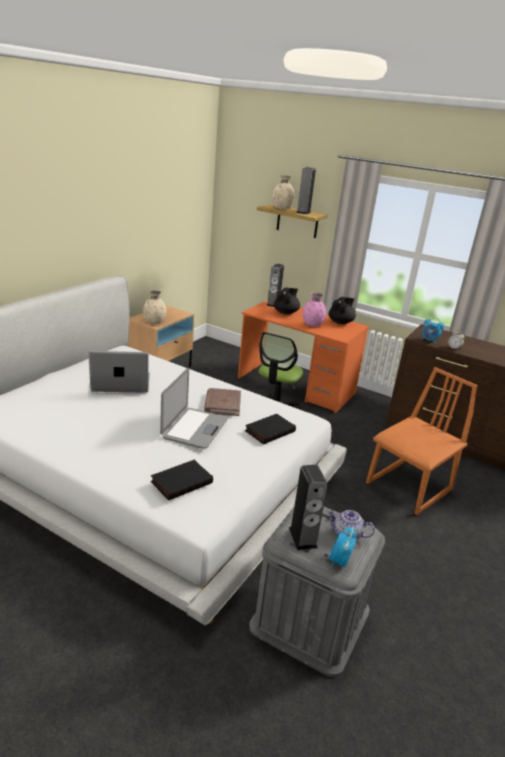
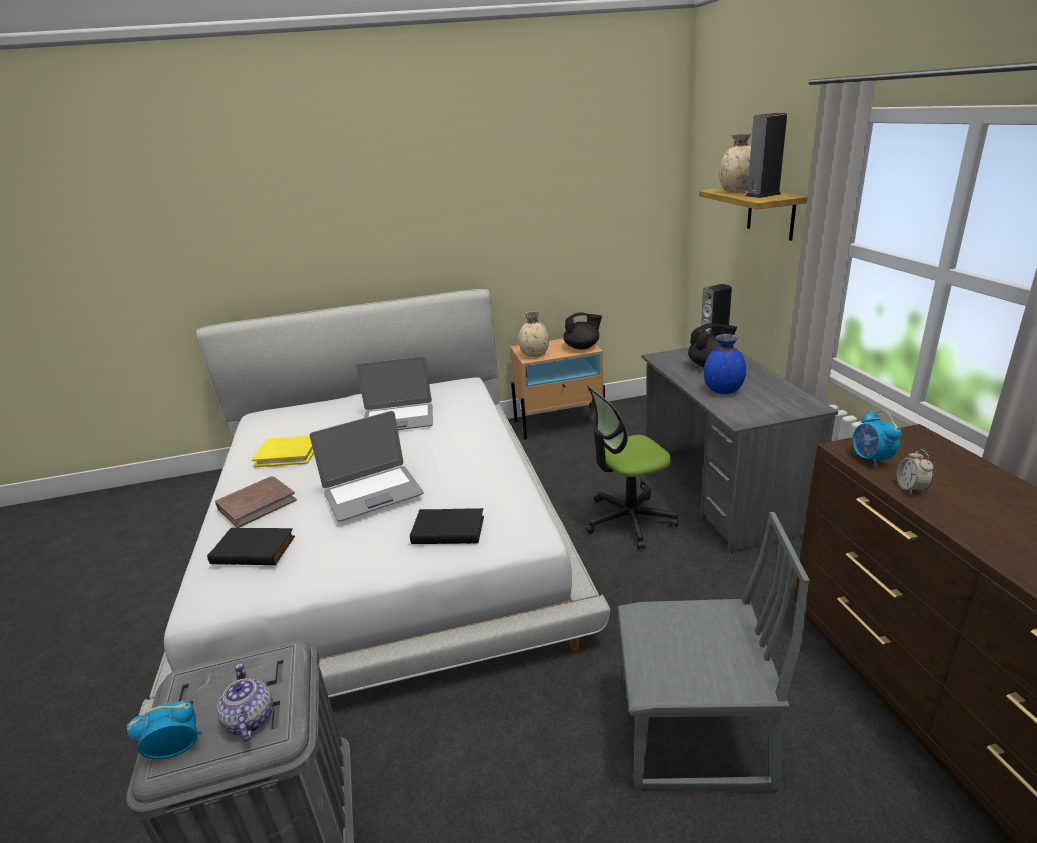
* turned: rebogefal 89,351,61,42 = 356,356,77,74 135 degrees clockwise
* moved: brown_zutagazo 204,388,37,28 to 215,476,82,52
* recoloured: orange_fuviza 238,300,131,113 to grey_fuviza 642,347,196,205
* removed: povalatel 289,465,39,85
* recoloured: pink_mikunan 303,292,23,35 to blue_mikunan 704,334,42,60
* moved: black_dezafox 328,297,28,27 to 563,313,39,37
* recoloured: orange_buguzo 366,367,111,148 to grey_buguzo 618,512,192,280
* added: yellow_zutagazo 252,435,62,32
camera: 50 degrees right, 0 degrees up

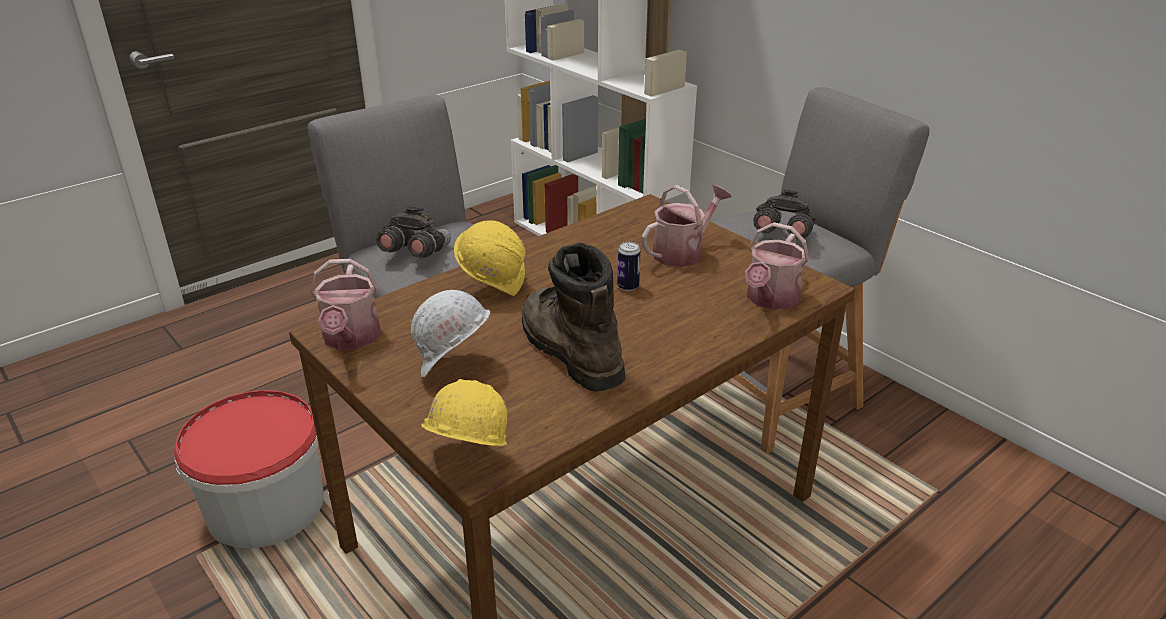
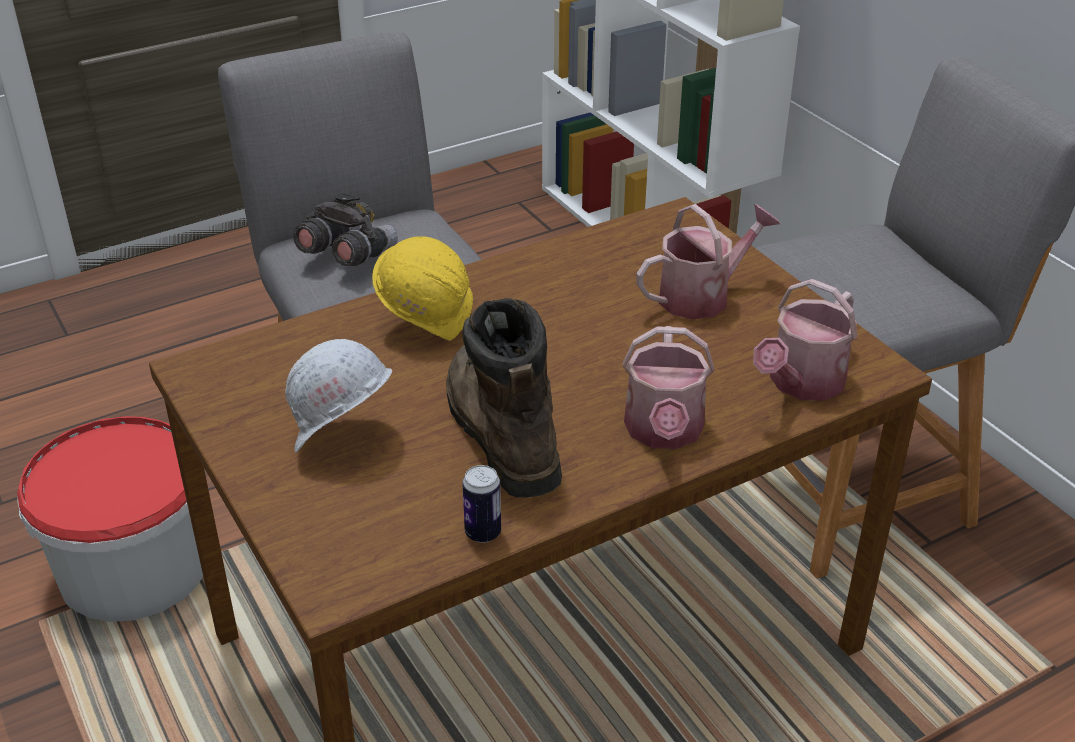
* moved: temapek 311,259,70,91 to 623,326,91,123
* removed: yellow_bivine 421,379,86,67
* moved: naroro 617,242,24,49 to 462,465,39,78
* removed: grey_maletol 753,189,64,50
camera: 10 degrees right, 5 degrees up

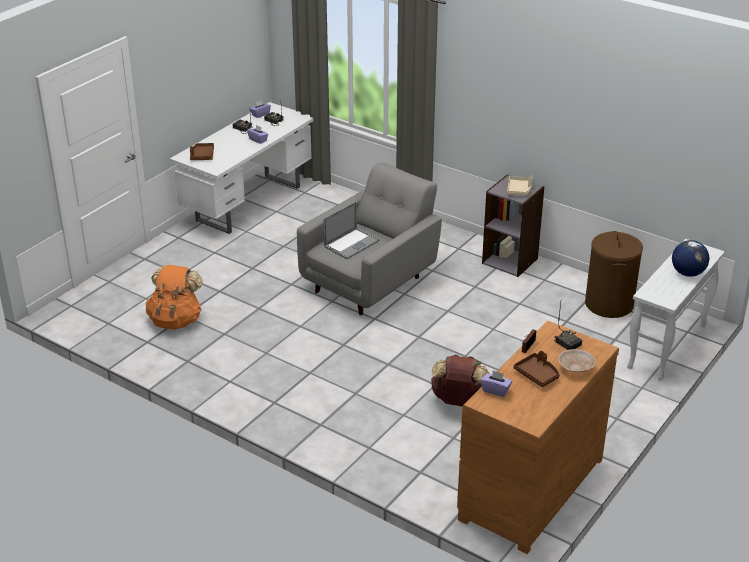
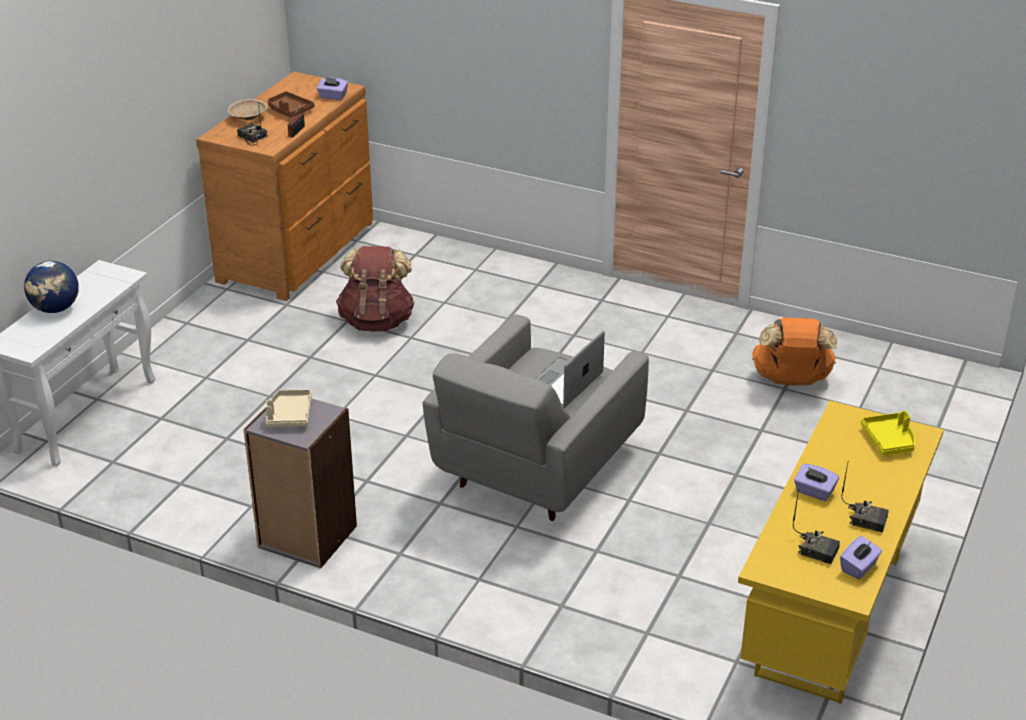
* recoloured: white_fuviza 170,102,143,132 to yellow_fuviza 738,401,206,303
* recoloured: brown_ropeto 190,143,24,17 to yellow_ropeto 861,411,54,44
* removed: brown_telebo 585,231,58,87
camera: 170 degrees right, 0 degrees up

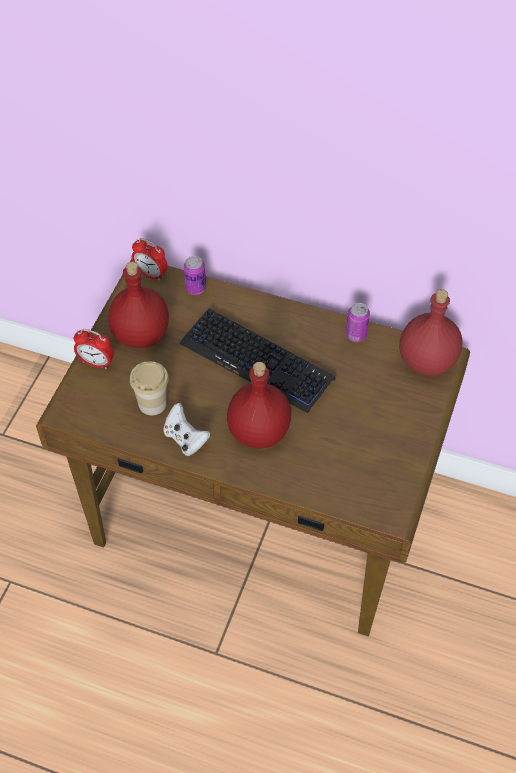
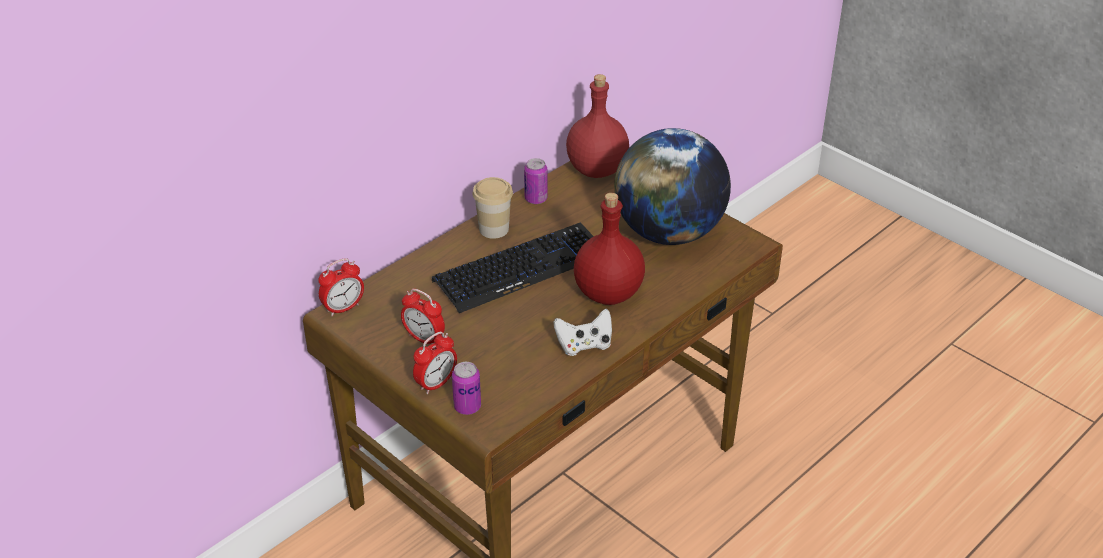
* replaced: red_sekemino 108,262,61,86 to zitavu 401,289,44,55
* moved: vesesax 130,361,39,54 to 473,177,40,62
* moved: naroro 184,256,22,39 to 452,362,29,53
* added: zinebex 614,128,117,117
camera: 65 degrees left, 15 degrees down

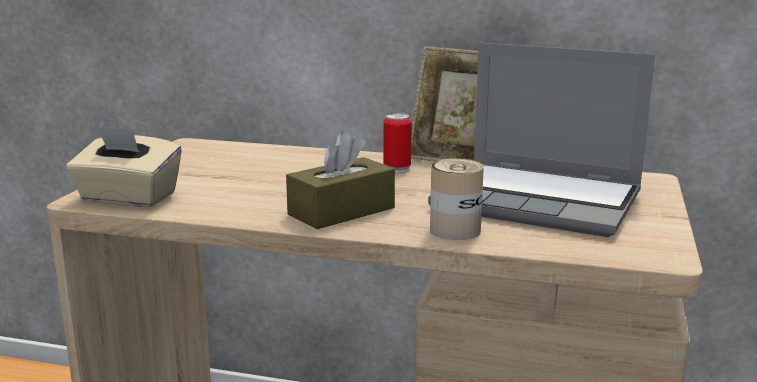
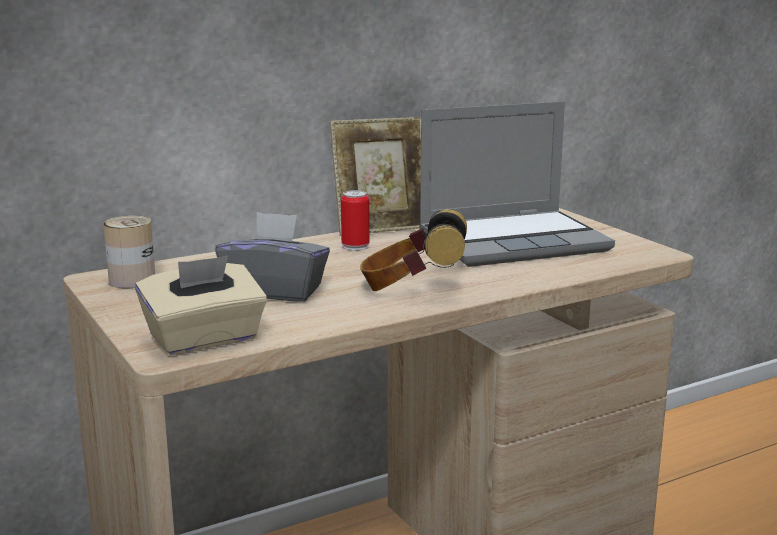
* replaced: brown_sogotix 286,131,109,98 to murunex 360,209,107,82
* moved: naroro 430,159,54,81 to 103,216,52,72
* added: grey_sogotix 215,212,115,89
camera: 45 degrees left, 0 degrees up

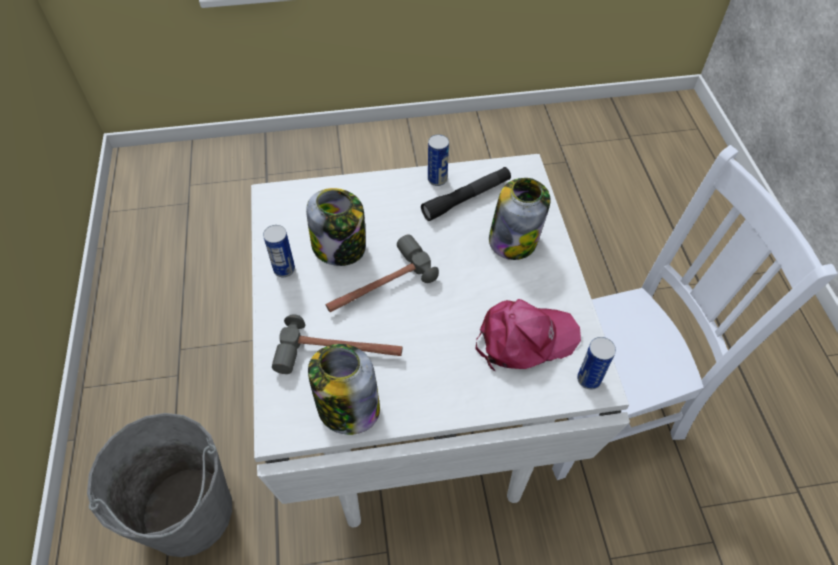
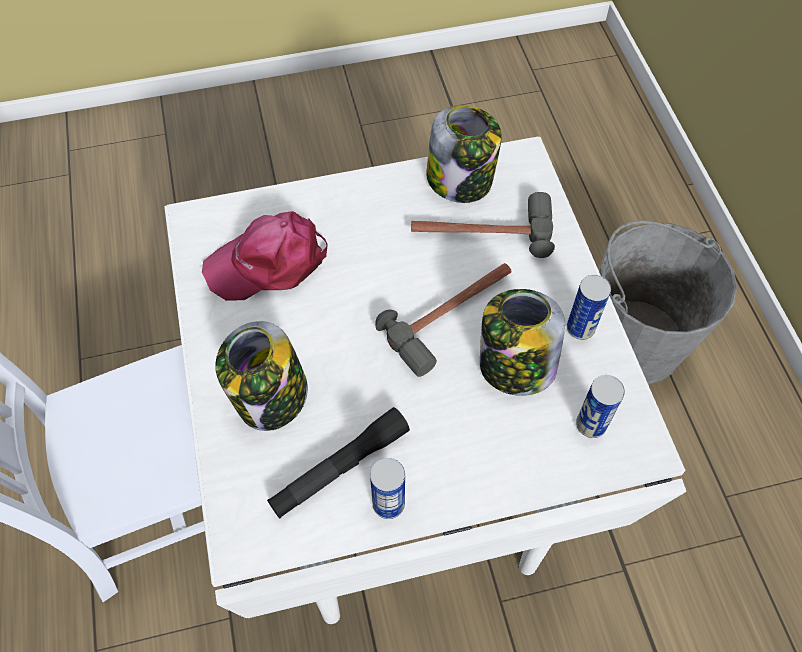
* moved: naroro 577,337,39,53 to 576,375,49,63
camera: 175 degrees right, 5 degrees up

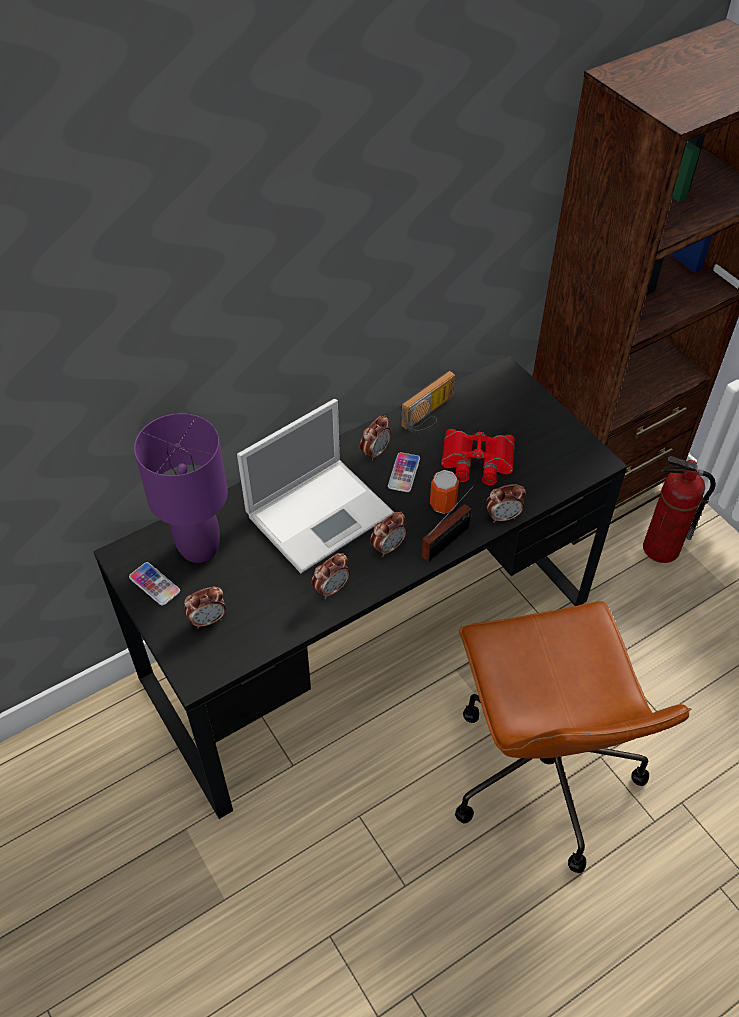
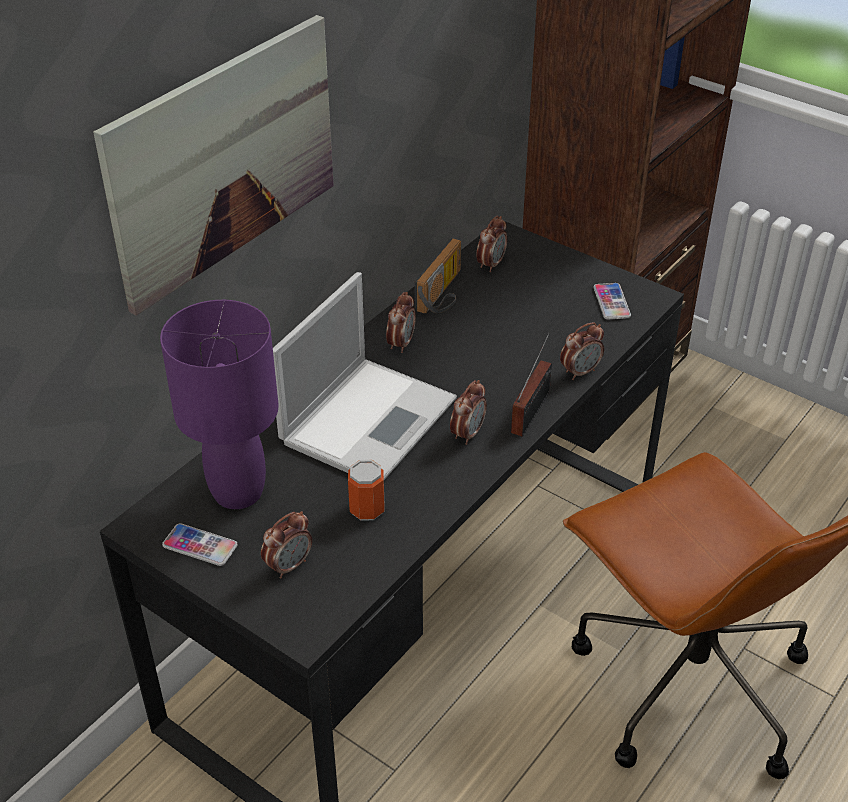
* moved: zitavu 312,553,38,46 to 477,215,30,57
* moved: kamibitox 388,452,32,40 to 594,283,37,37
* moved: naroro 430,470,29,44 to 348,460,36,61
* removed: red_maletol 441,429,74,56
* removed: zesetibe 643,456,73,107
* added: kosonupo 93,15,241,301
camera: 20 degrees left, 10 degrees down

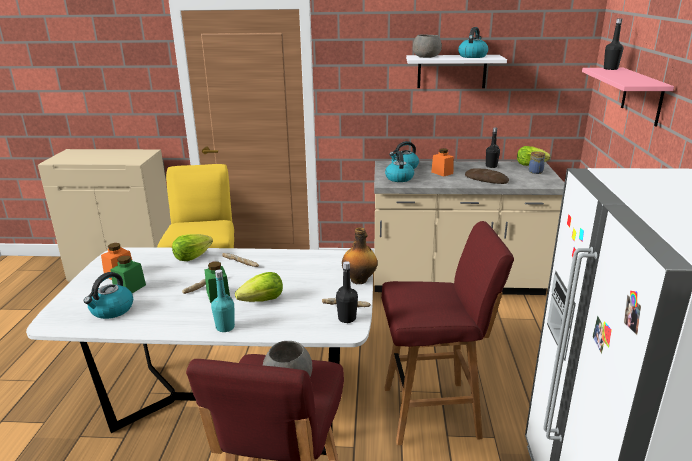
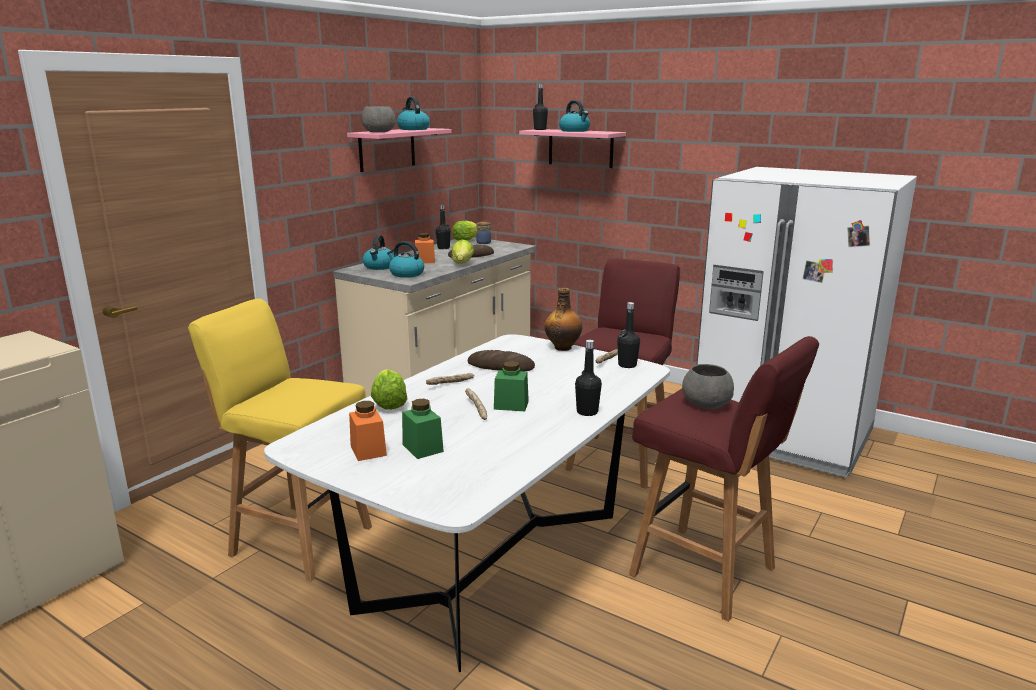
* moved: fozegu 84,272,49,47 to 559,100,31,32
* recoloured: turquoise_sekemino 211,269,24,63 to black_sekemino 575,340,27,76
* moved: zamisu 235,272,48,30 to 451,239,23,25
* recoloured: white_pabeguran 406,55,101,33 to pink_pabeguran 347,128,105,44
* added: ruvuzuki 468,350,67,21
camera: 60 degrees left, 5 degrees down

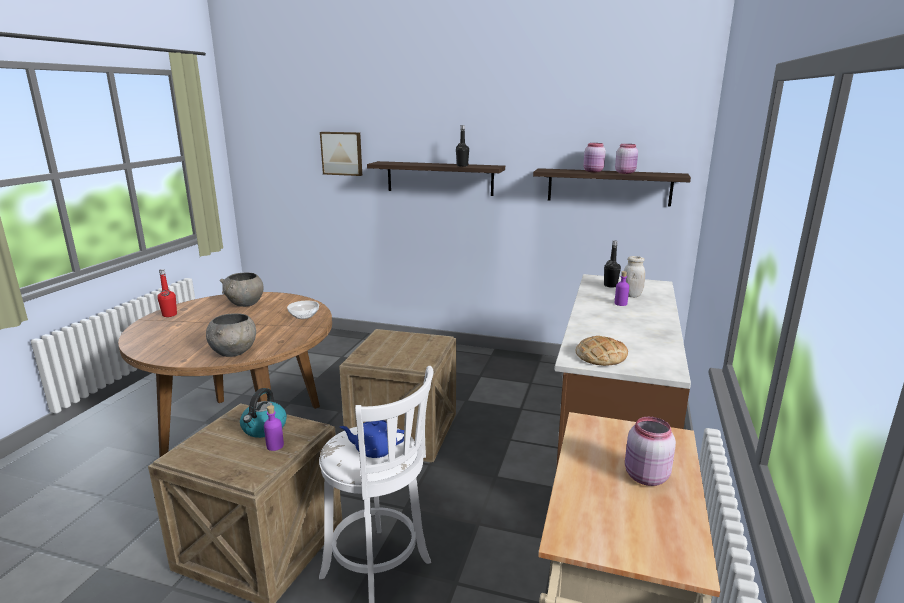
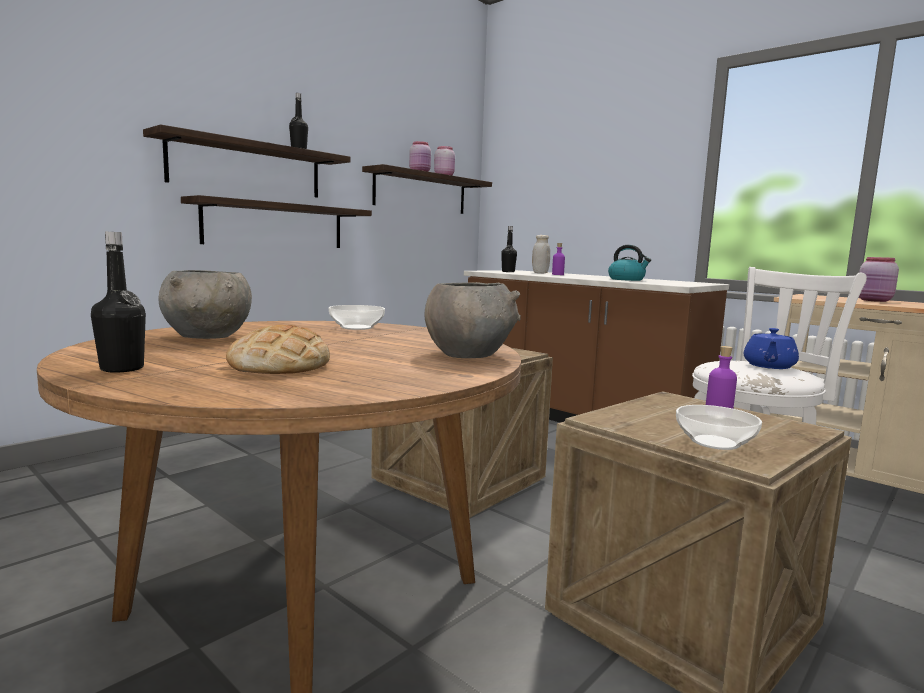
* recoloured: red_sekemino 157,269,20,48 to black_sekemino 91,232,55,141
* moved: fozegu 240,388,47,50 to 608,245,43,36
* removed: kosonupo 320,132,42,44
* moved: ruvuzuki 576,336,52,30 to 226,325,104,49
* added: pabeguran 181,195,191,53
* added: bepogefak 676,405,86,45
camera: 65 degrees left, 10 degrees down

